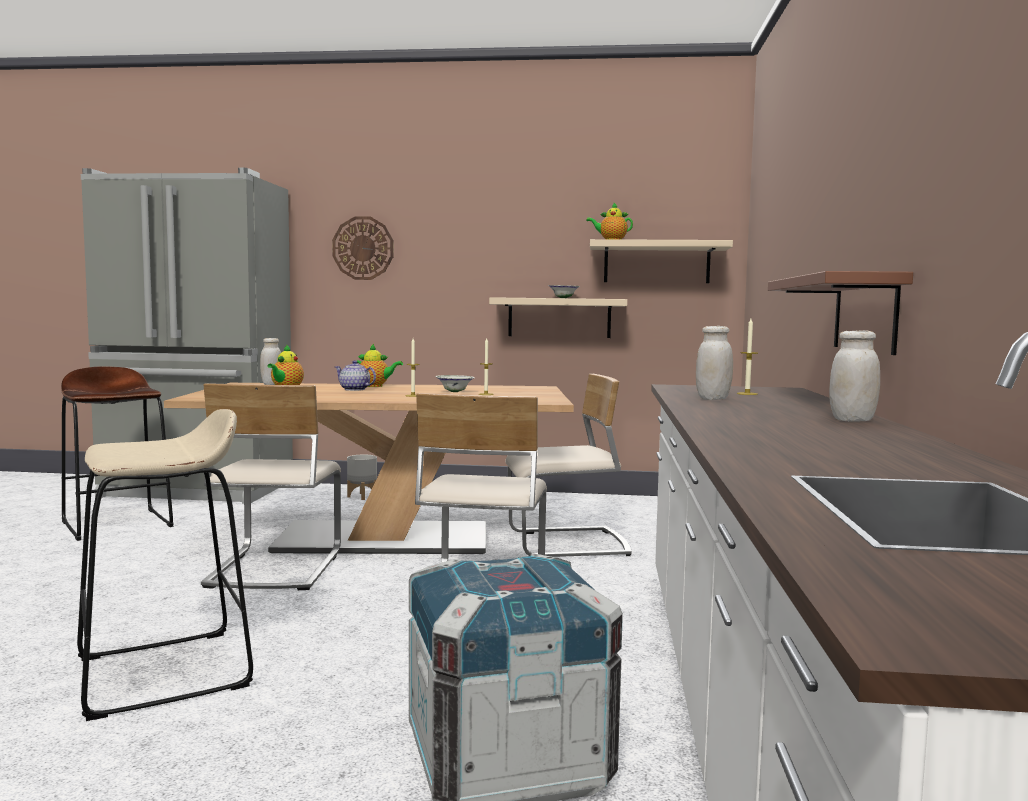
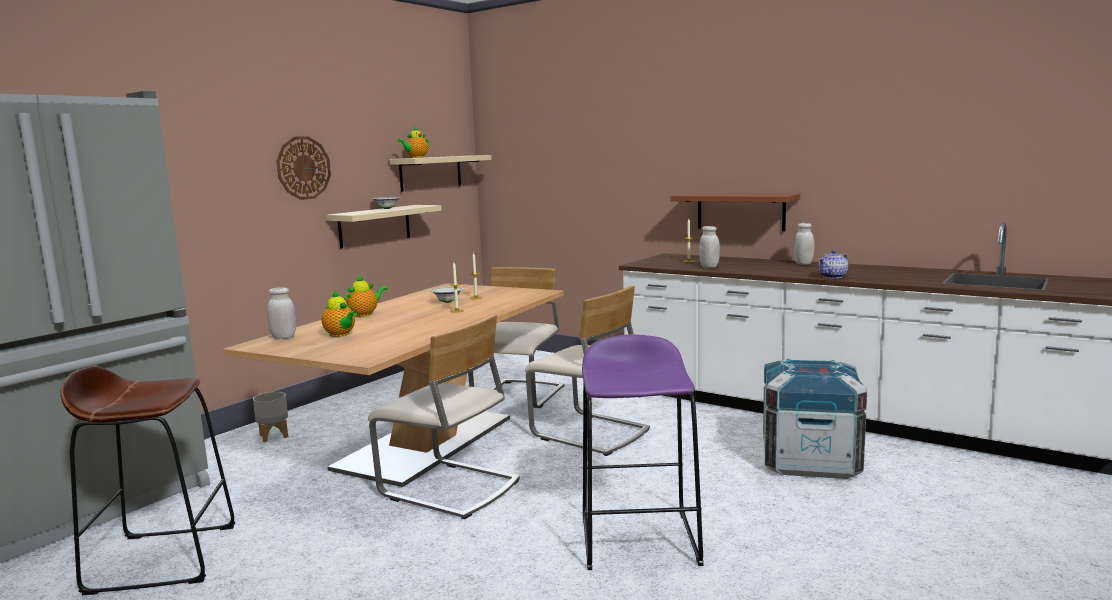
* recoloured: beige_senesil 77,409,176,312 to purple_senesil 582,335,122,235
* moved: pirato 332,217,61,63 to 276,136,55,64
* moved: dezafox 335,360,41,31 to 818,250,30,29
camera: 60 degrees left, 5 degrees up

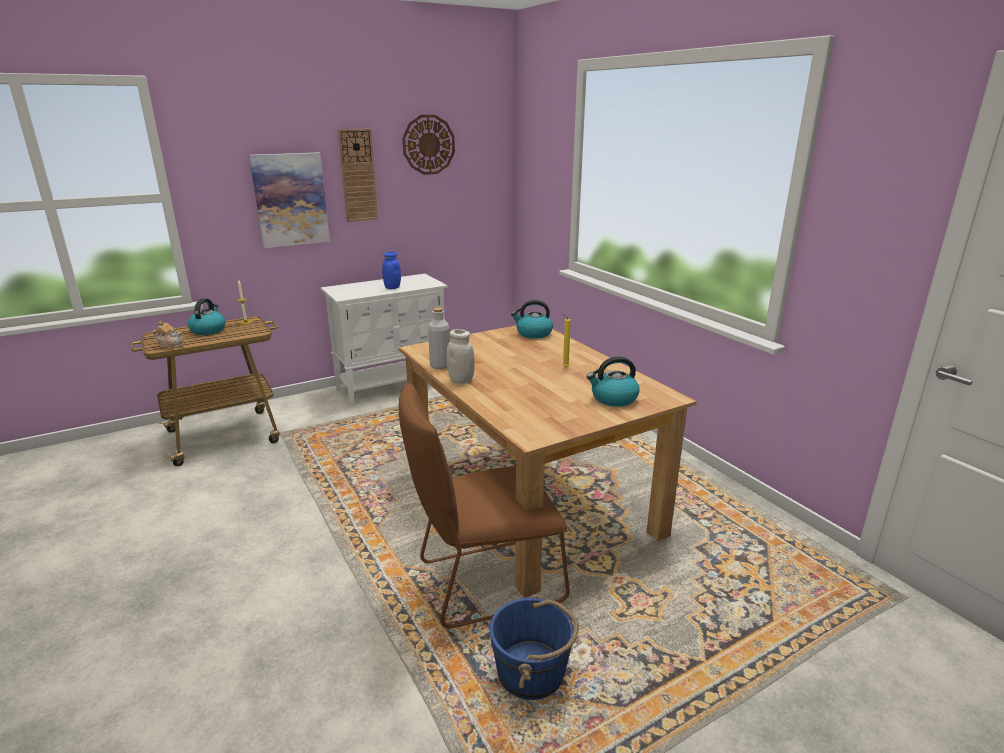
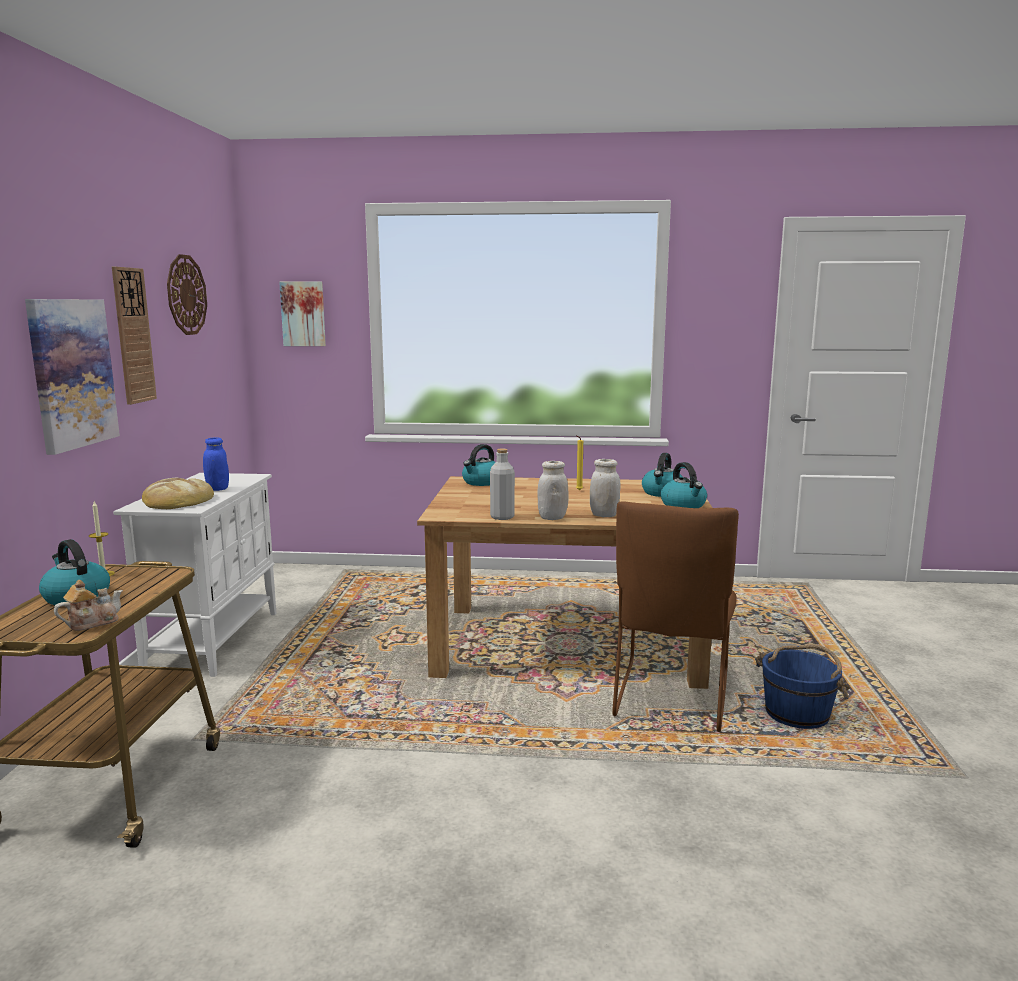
* added: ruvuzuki 142,478,72,31
* added: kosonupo 279,282,47,64
* added: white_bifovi 590,459,30,58
* added: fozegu 661,462,46,46
camera: 55 degrees left, 10 degrees down

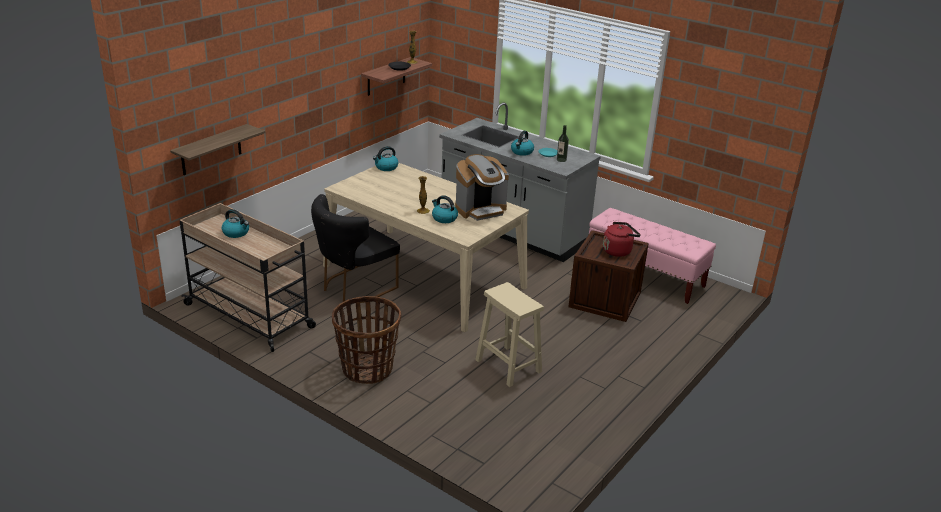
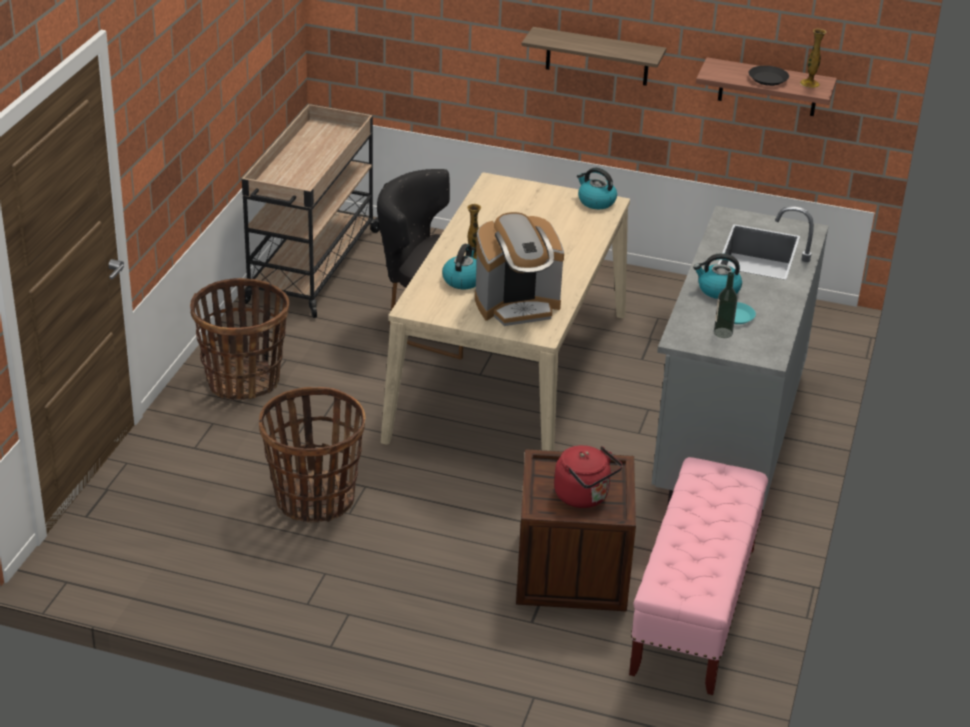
* moved: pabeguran 170,124,95,51 to 521,27,145,59
* removed: fozegu 222,209,27,29
* turned: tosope 455,154,54,67 = 475,212,89,114 60 degrees counterclockwise
* replaced: beige_senesil 475,282,69,105 to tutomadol 259,387,106,135
camera: 70 degrees right, 5 degrees up

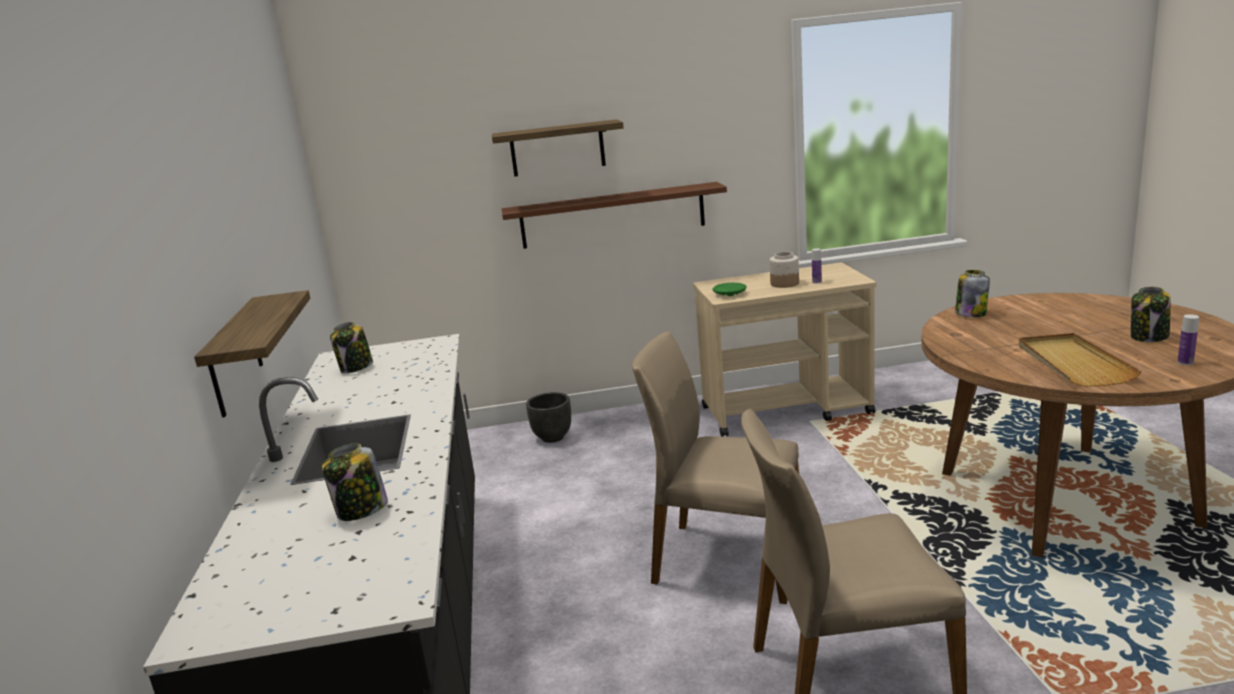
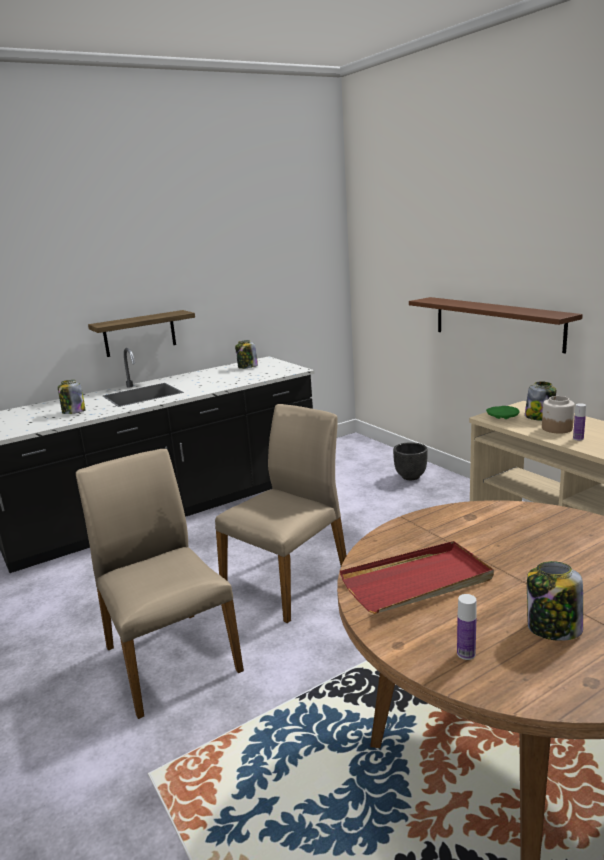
* removed: pabeguran 492,119,132,58
* turned: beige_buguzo 632,331,167,273 = 215,404,132,219 45 degrees clockwise
* moved: bifovi 955,270,35,47 to 525,381,32,40
* recoloured: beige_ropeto 1019,333,123,54 to red_ropeto 340,541,154,73
camera: 65 degrees right, 0 degrees up

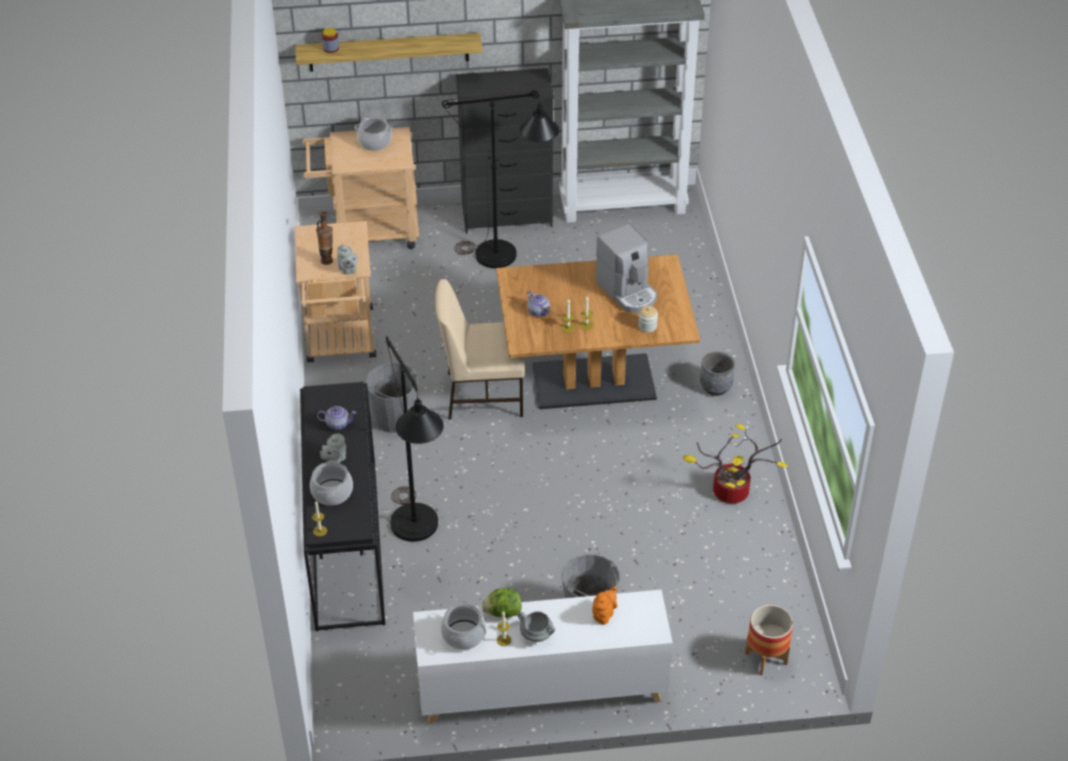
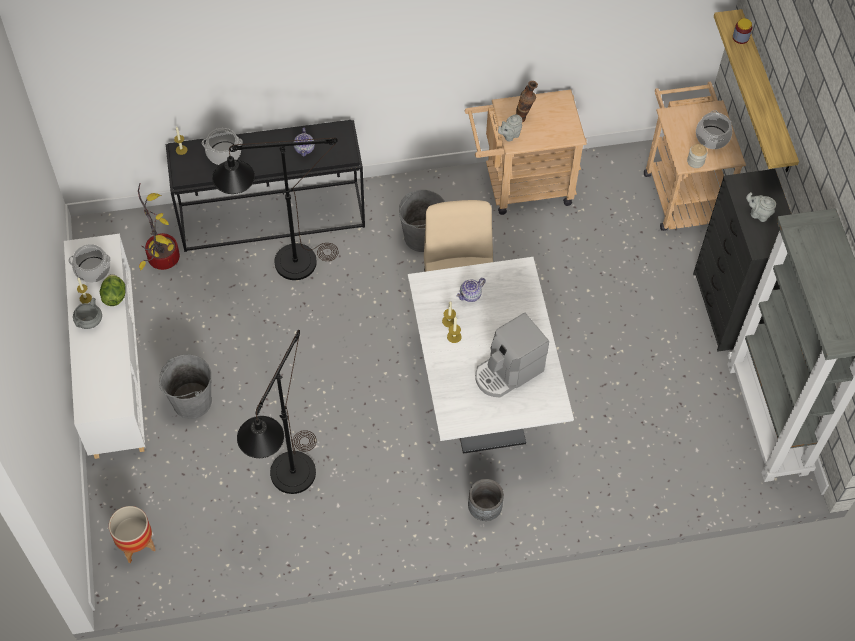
* moved: grey_dezafox 320,433,26,30 to 746,192,30,30
* moved: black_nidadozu 442,90,118,178 to 237,330,80,164
* recoloured: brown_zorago 496,254,204,155 to white_zorago 408,257,166,197
* removed: orange_dezafox 592,586,25,39
* moved: bifovi 638,306,20,27 to 687,144,20,24
* moved: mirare 683,424,105,79 to 138,183,42,88
camera: 85 degrees right, 15 degrees up

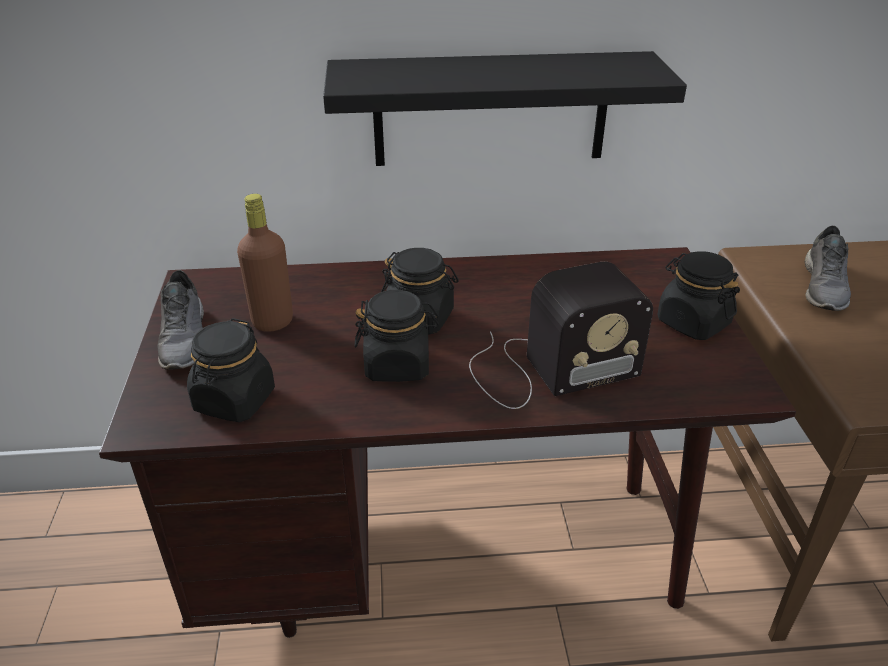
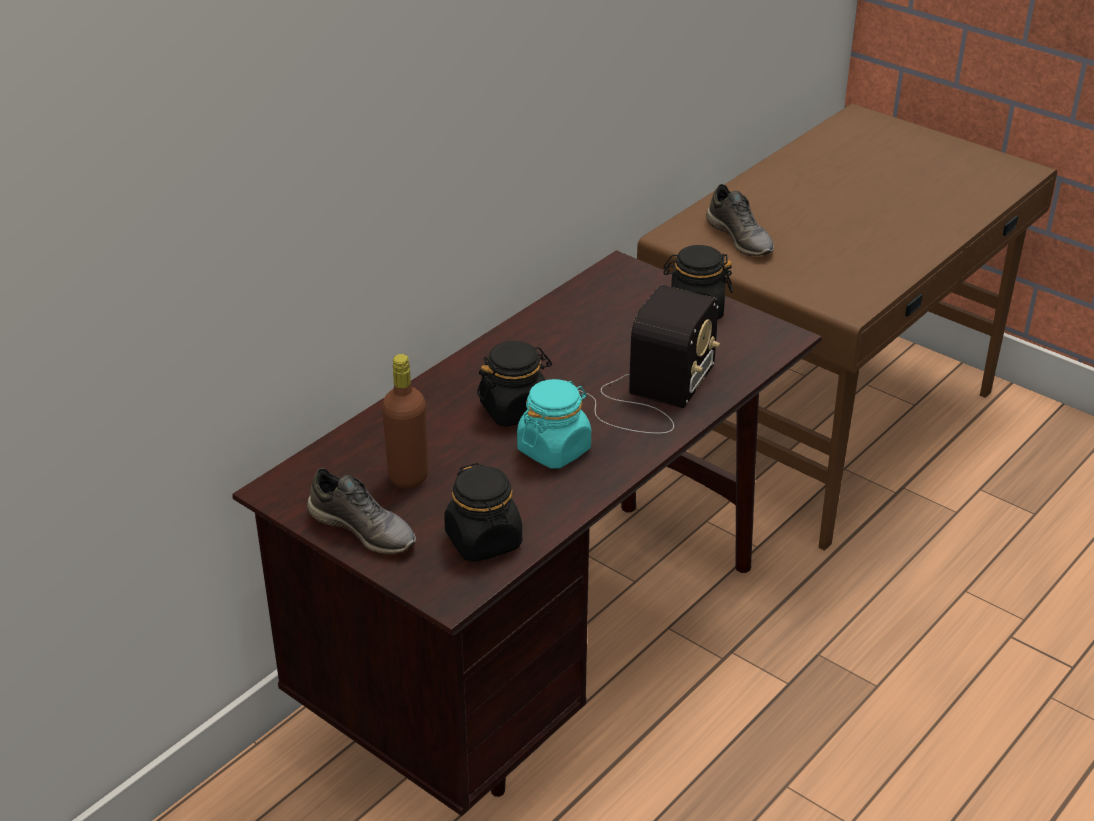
* removed: black_pabeguran 323,51,364,115
* recoloured: black_bifovi 354,290,85,92 to turquoise_bifovi 517,379,74,90
camera: 45 degrees left, 0 degrees up

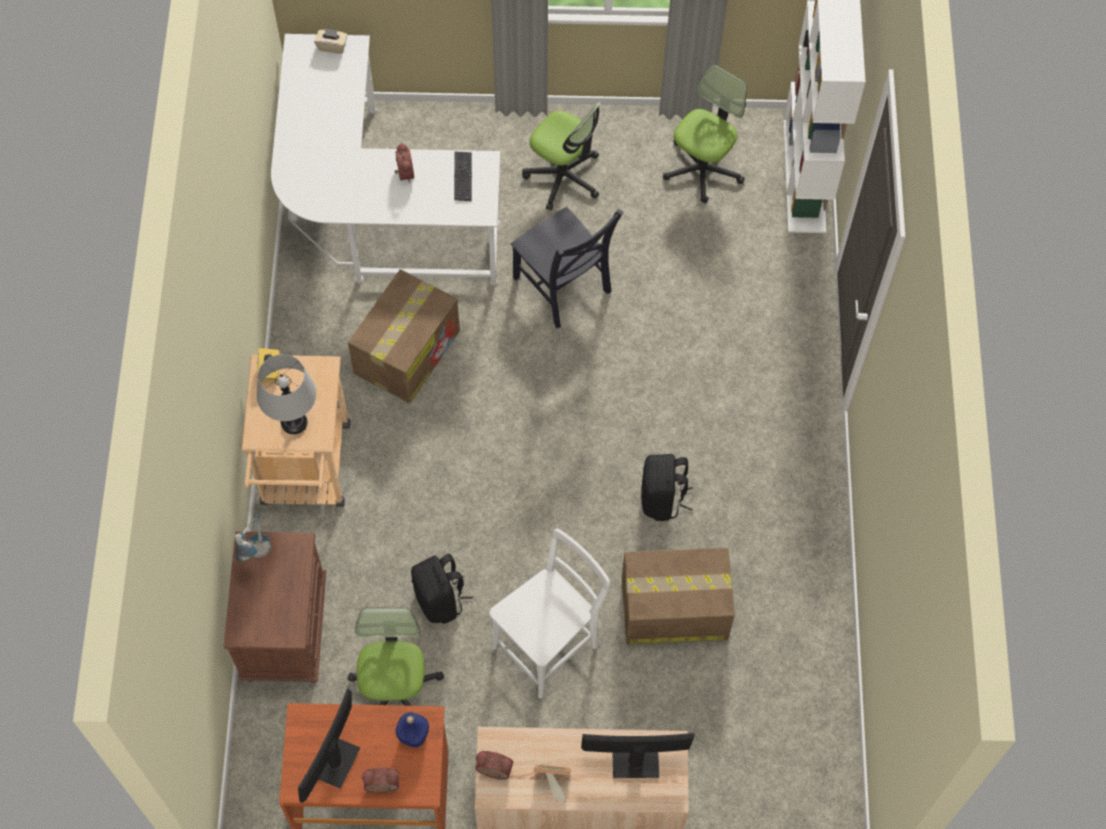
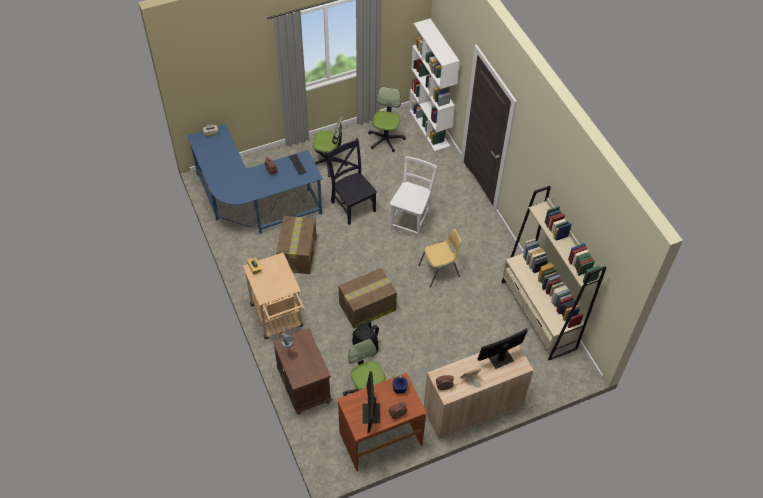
* removed: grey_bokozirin 257,354,60,80
* recoloured: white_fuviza 271,34,229,251 to blue_fuviza 187,124,136,111
* moved: white_buguzo 490,528,120,171 to 389,156,48,85
* turned: black_buguzo 511,207,113,121 = 326,138,51,87 150 degrees counterclockwise
* moved: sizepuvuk 622,548,113,96 to 339,268,58,60
* replaced: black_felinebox 641,454,52,67 to yellow_buguzo 418,229,43,59
* added: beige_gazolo 501,186,106,174
camera: 25 degrees left, 10 degrees down

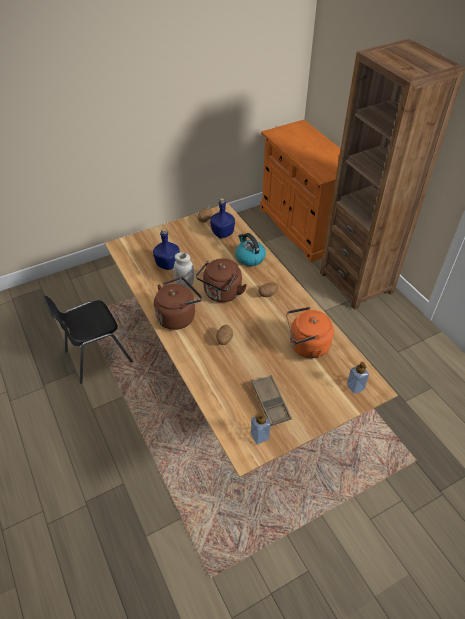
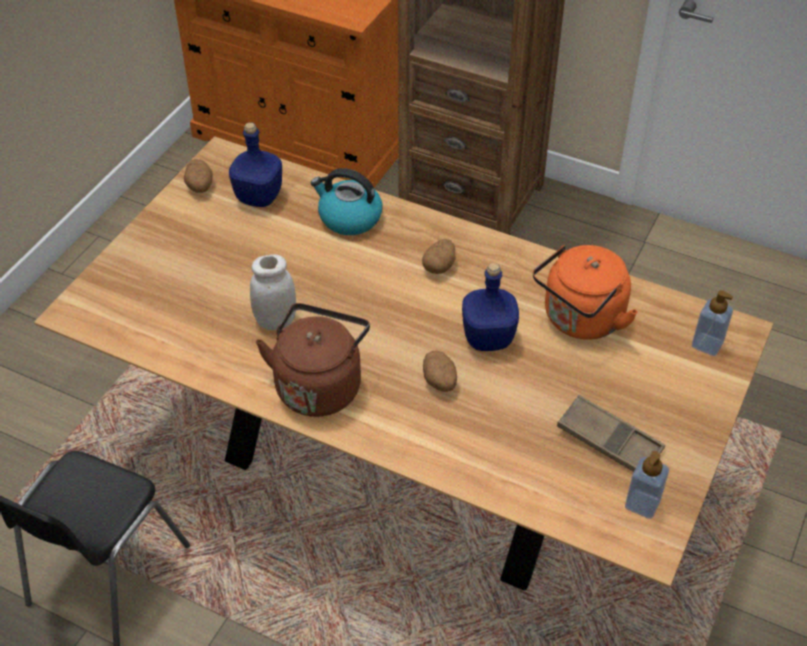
* moved: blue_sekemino 153,229,27,41 to 462,263,57,88
* removed: brown_fozegu 196,258,51,44
camera: 35 degrees left, 0 degrees up

